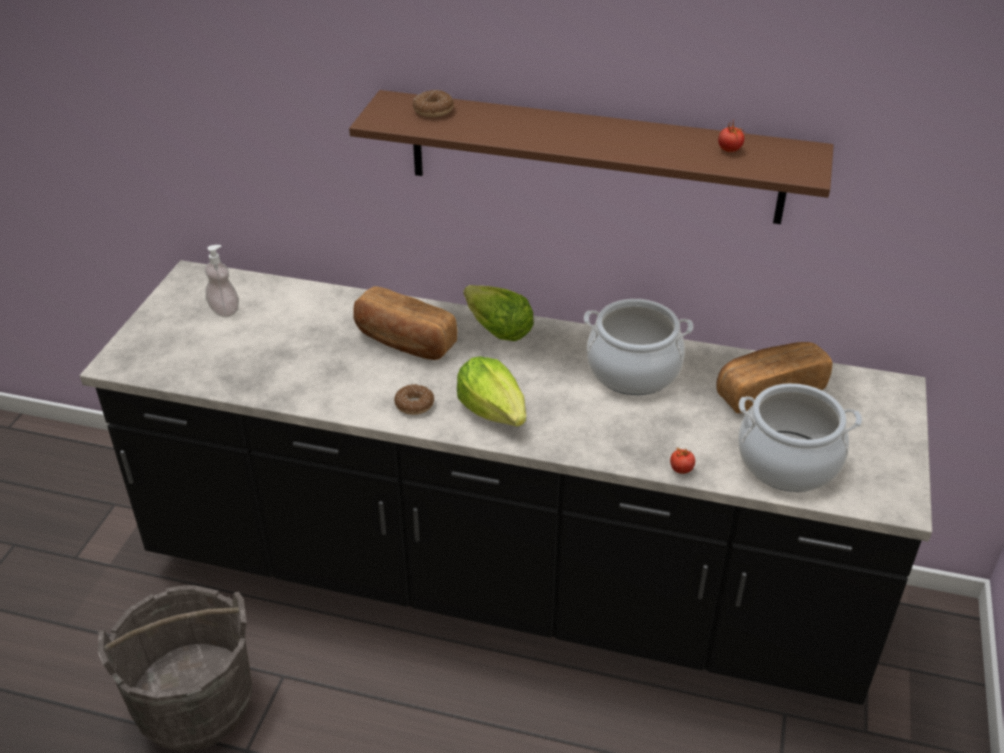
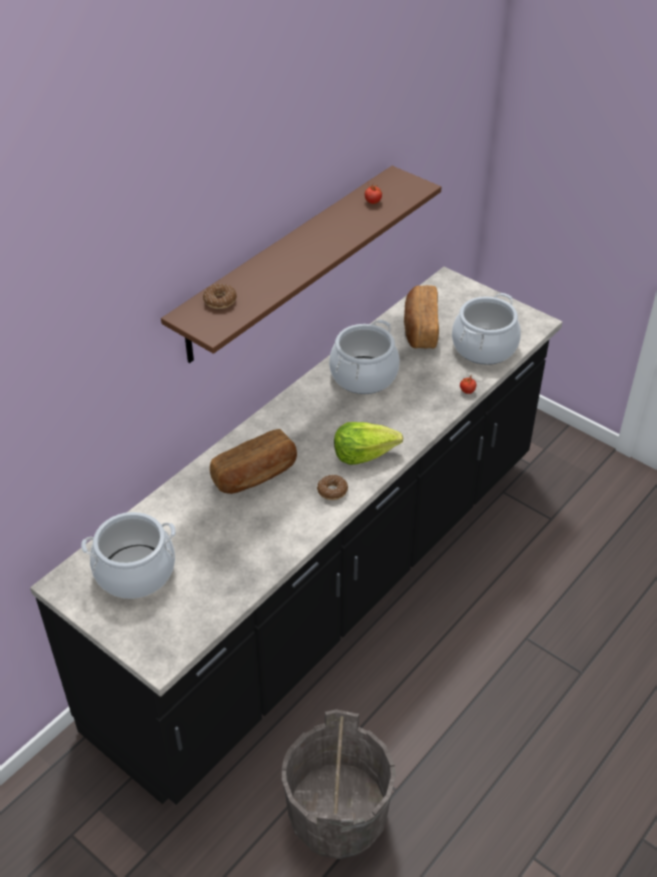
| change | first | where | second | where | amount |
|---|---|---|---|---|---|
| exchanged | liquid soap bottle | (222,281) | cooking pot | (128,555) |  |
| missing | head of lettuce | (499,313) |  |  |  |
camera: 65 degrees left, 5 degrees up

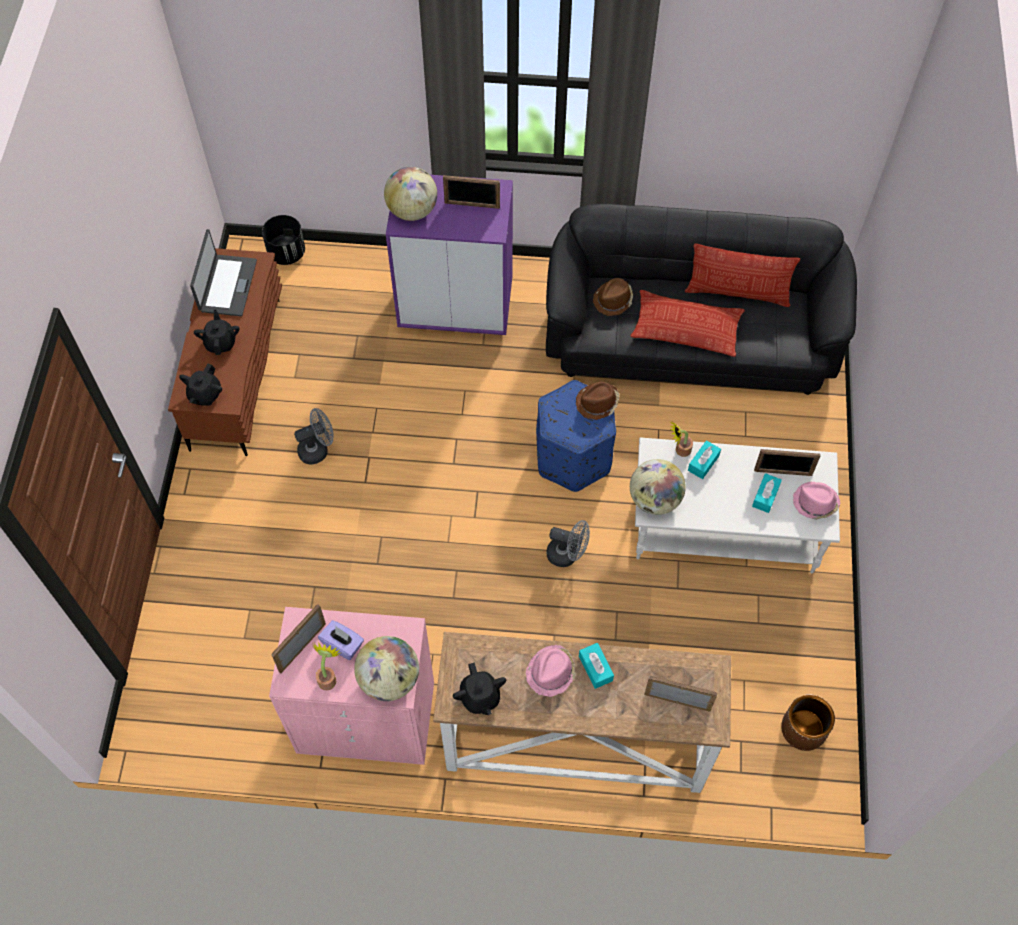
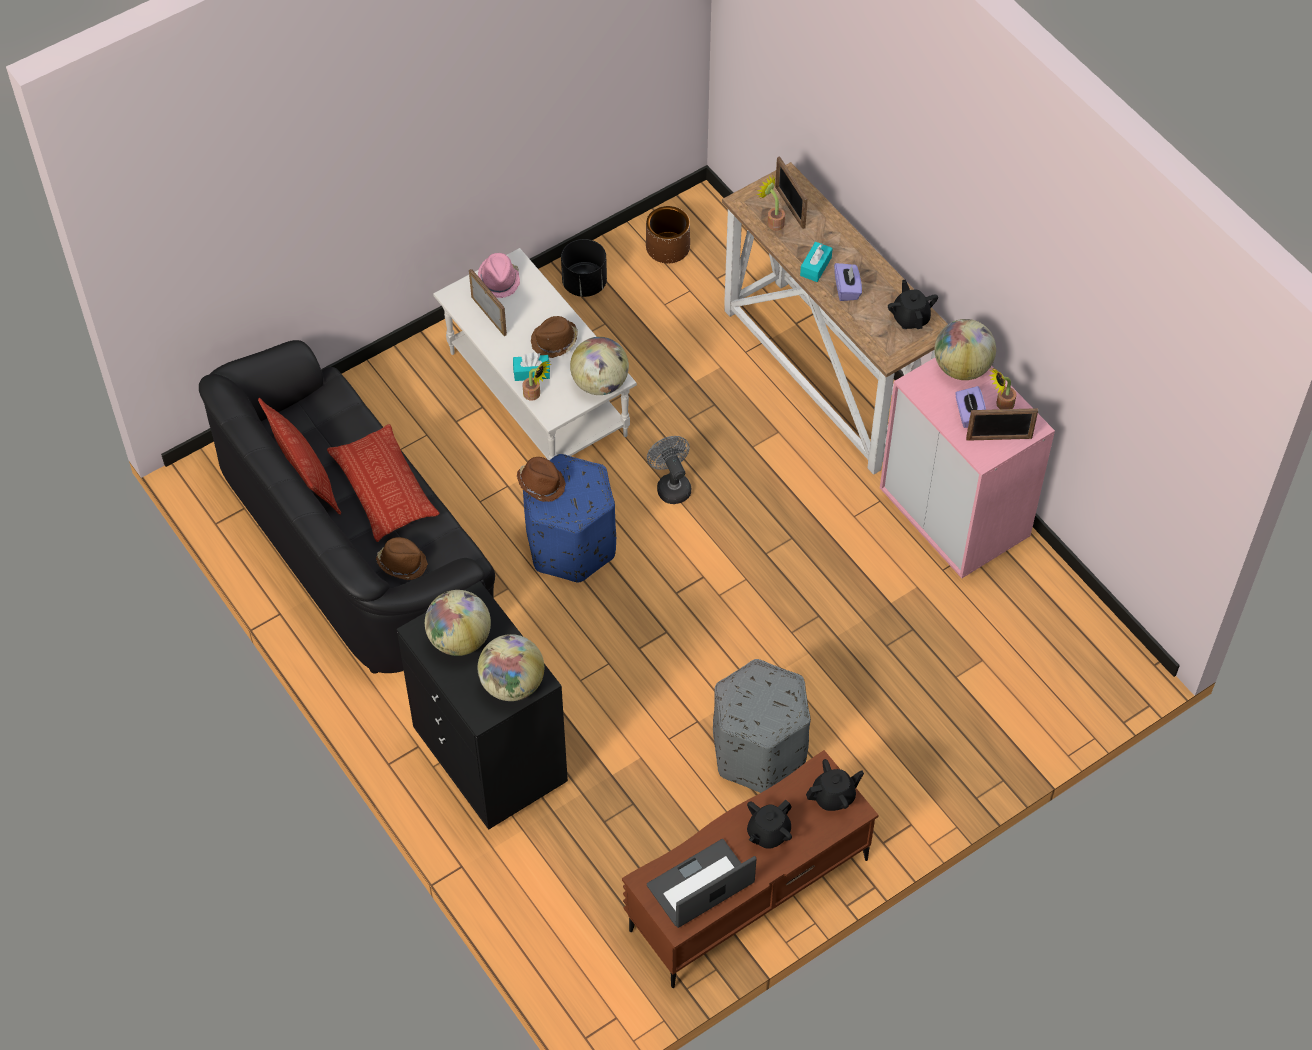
| change | first | where | second | where | amount |
|---|---|---|---|---|---|
| colour | purplish storage cabinet | (449,255) | blackish storage cabinet | (482,705) |  |
| exchanged | photo frame | (471,192) | desk globe | (458,623) |  |
| relocated | blackish flower pot | (283,240) |  | (584,268) |  |
| exchanged | greyish fan | (314,436) | greyish footrest | (762,726) |  |
| missing | blue-green box of tissues | (767,493) |  |  |  |
| exchanged | pink hat | (551,671) | purplish box of tissues | (848,282) |  |
| spun | blackish tea pot | (479,688) |  | (913,304) | 45 degrees counterclockwise |
| appeared |  |  | potted plant | (770,203) |  |
| appeared |  |  | brownish hat | (554,337) |  |
camera: 130 degrees left, 5 degrees down

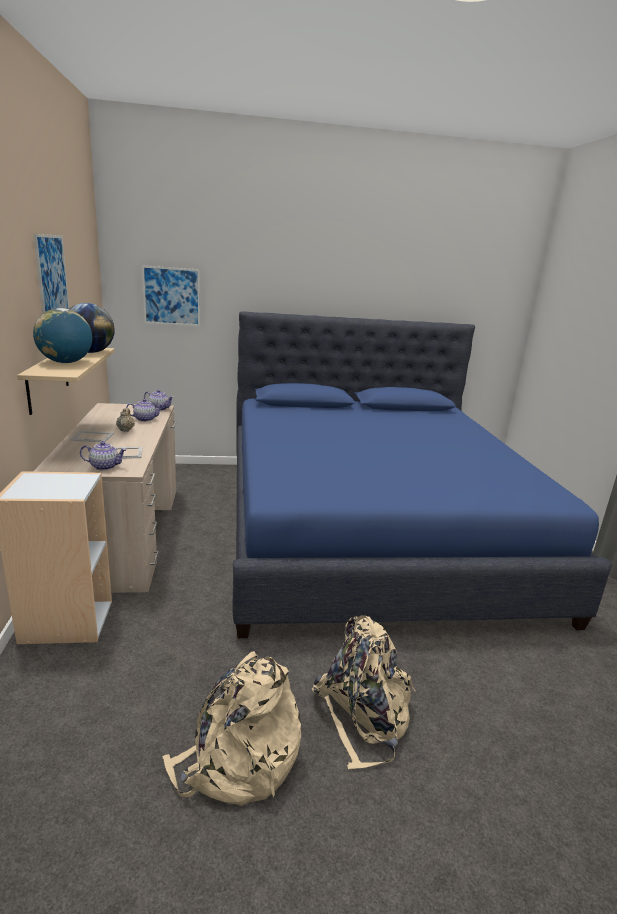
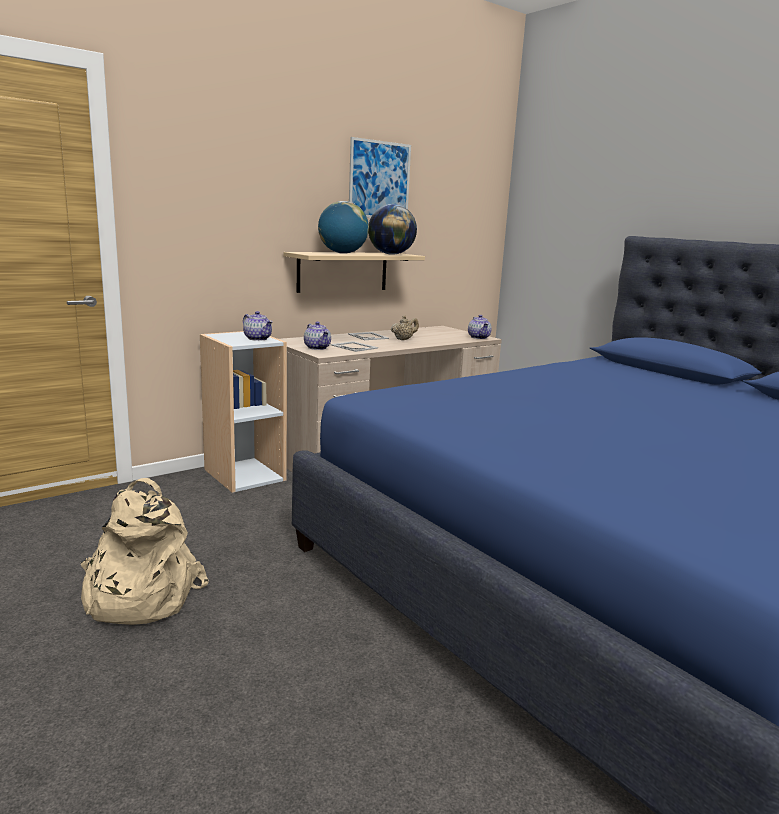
| change | first | where | second | where | amount |
|---|---|---|---|---|---|
| missing | picture | (171,295) |  |  |  |
| relocated | tea pot | (144,410) |  | (258,326) |  |
| missing | beige rucksack | (364,692) |  |  |  |
camera: 60 degrees right, 5 degrees down

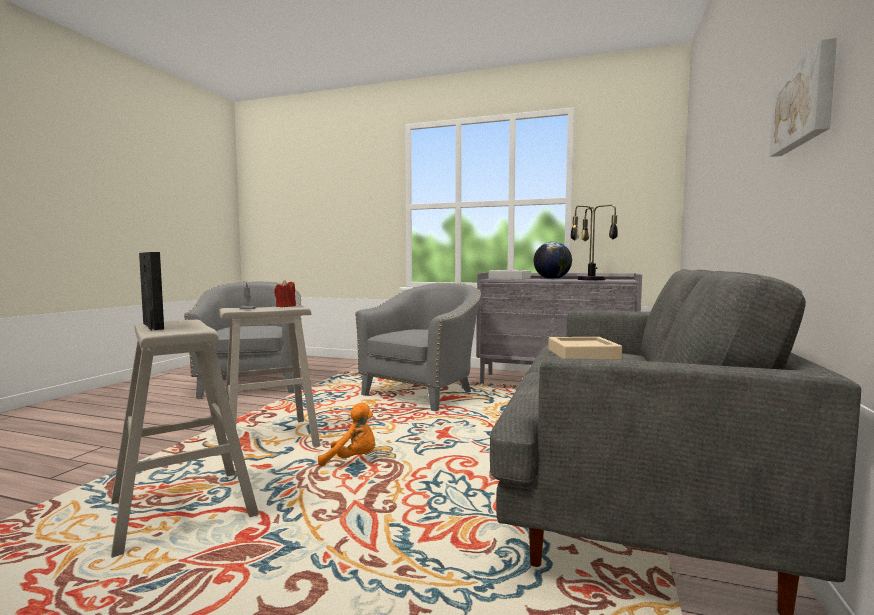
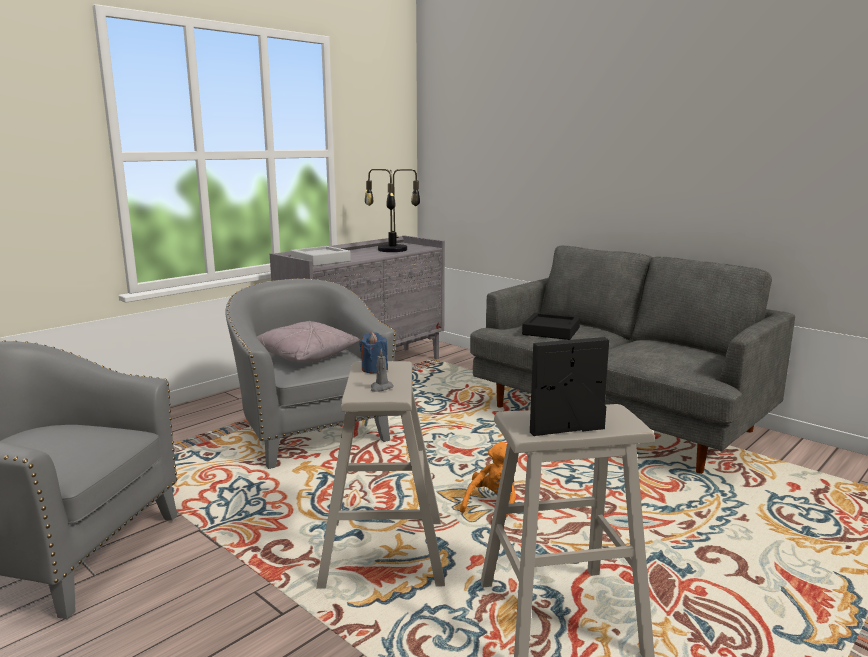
| change | first | where | second | where | amount |
|---|---|---|---|---|---|
| missing | picture | (803,97) |  |  |  |
| missing | desk globe | (553,260) |  |  |  |
| colour | red-coloured candle | (285,293) | blue-coloured candle | (373,353) |  |
| colour | beige serving tray | (585,348) | blackish serving tray | (551,326) |  |
| appeared |  |  | purplish cushion | (308,342) |  |
camera: 65 degrees left, 10 degrees up

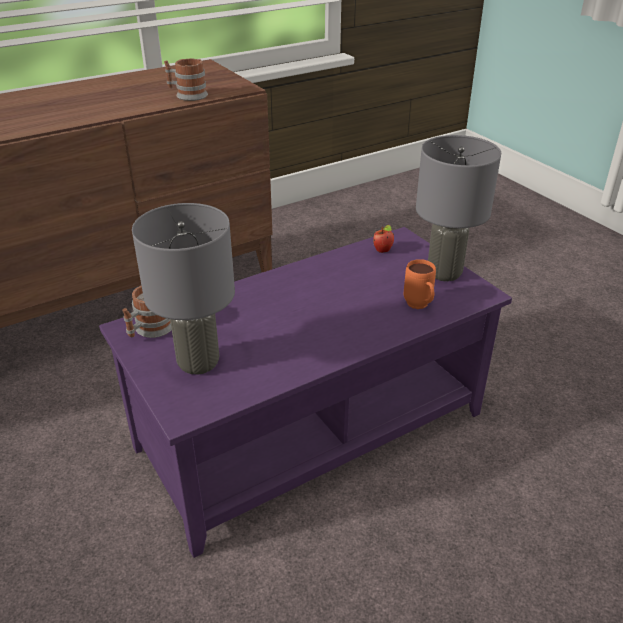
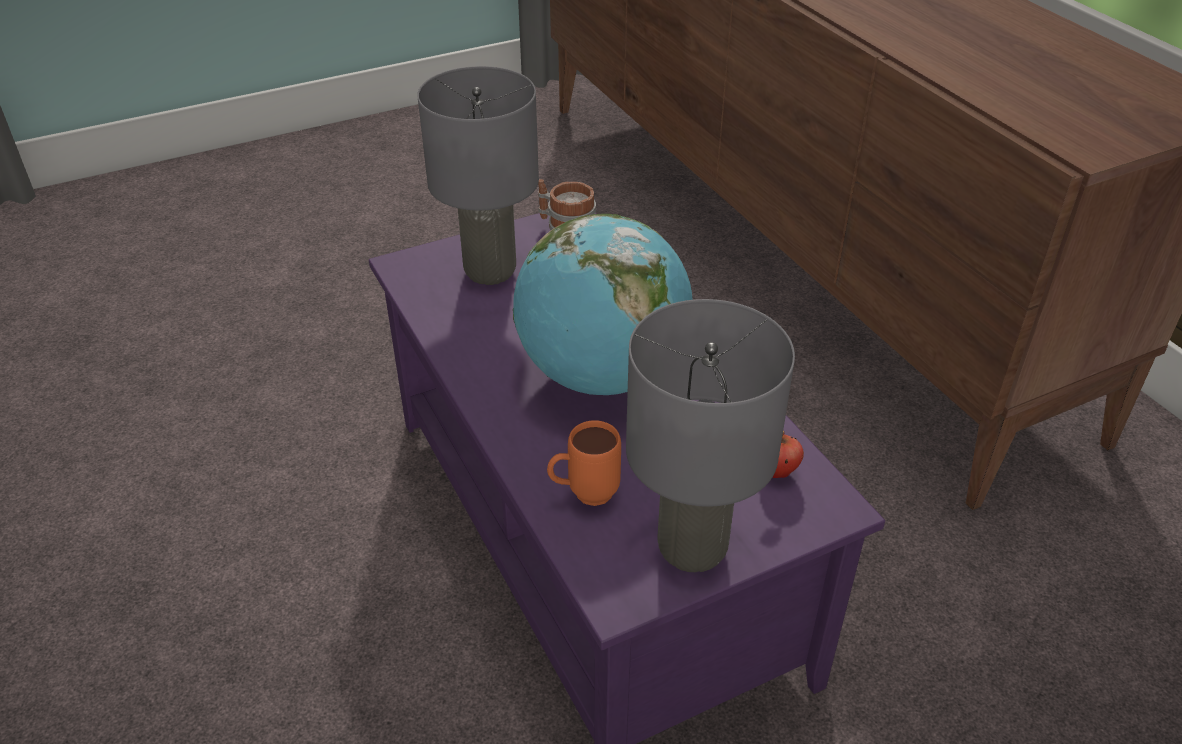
| change | first | where | second | where | amount |
|---|---|---|---|---|---|
| missing | tea mug | (186,79) |  |  |  |
| appeared |  |  | desk globe | (603,304) |  |
camera: 95 degrees right, 5 degrees up

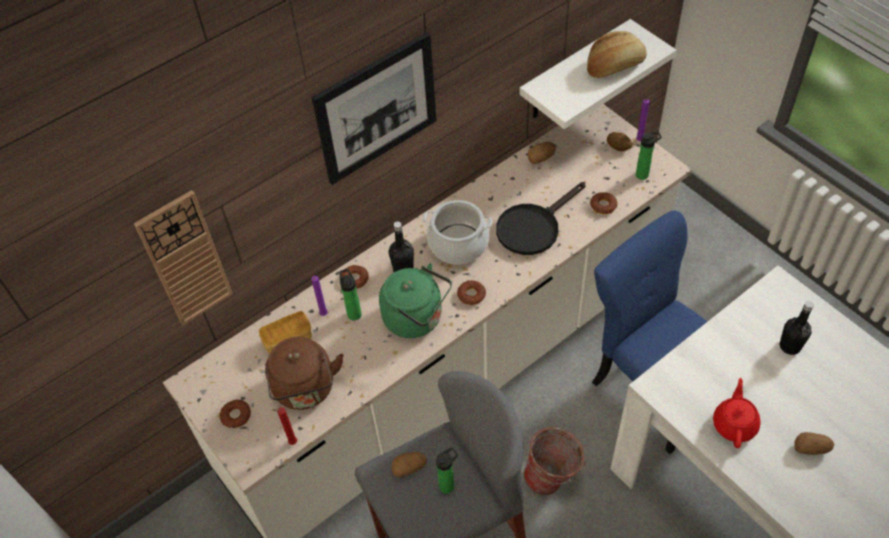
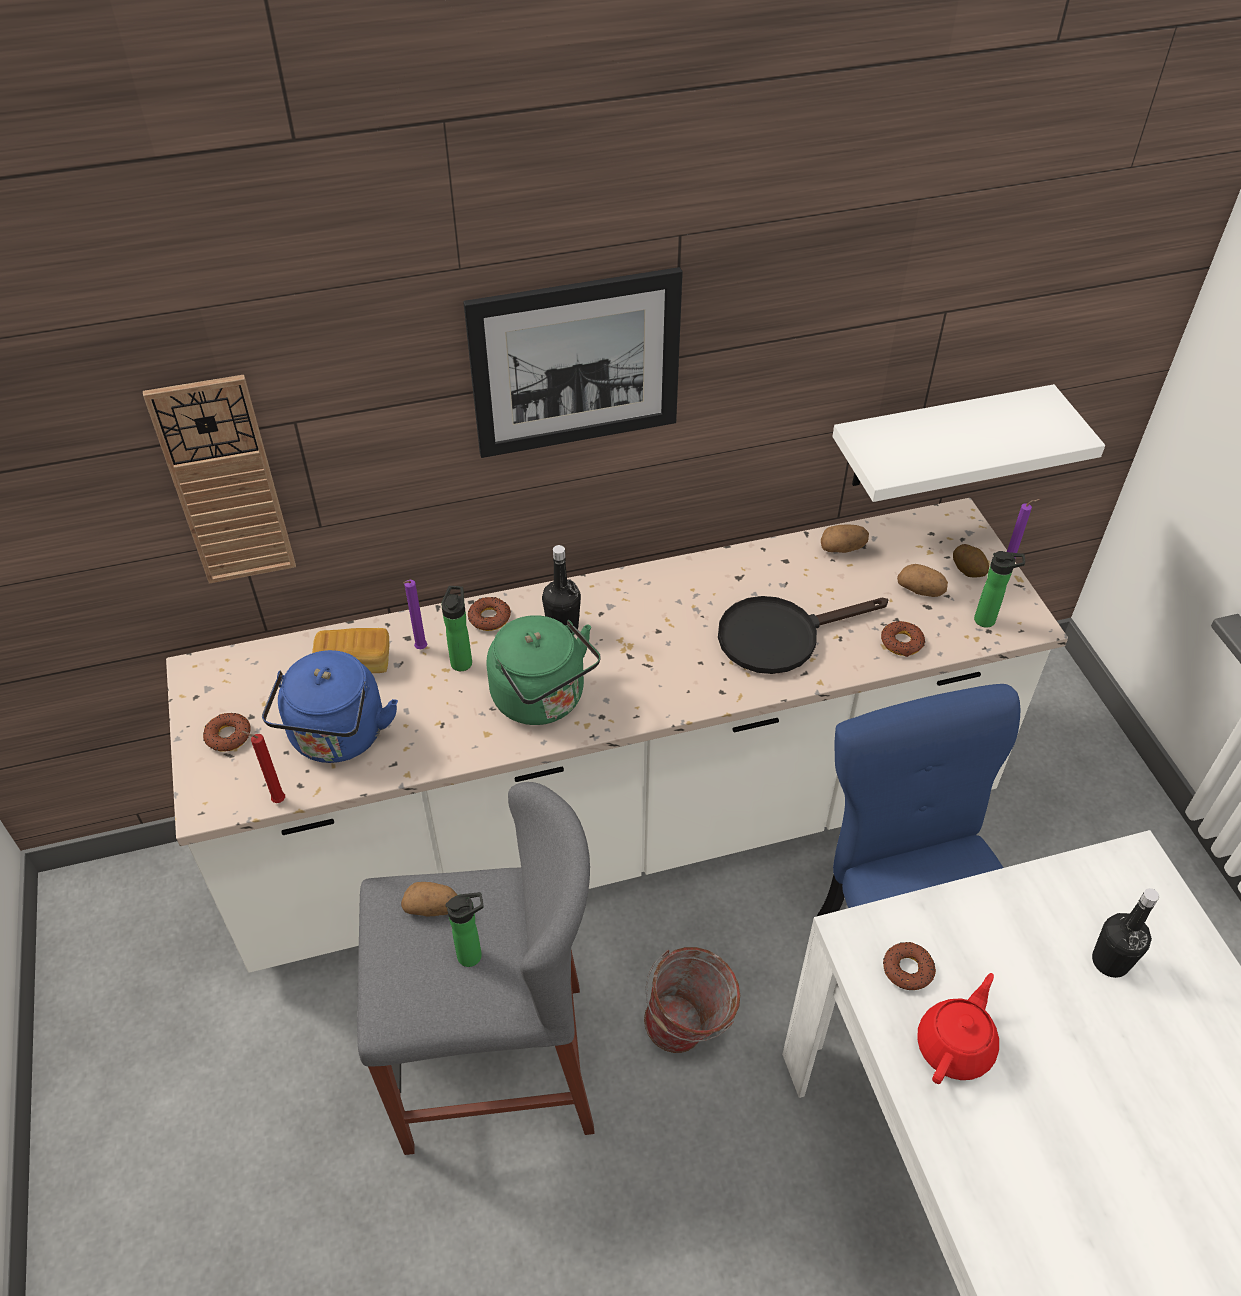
| change | first | where | second | where | amount |
|---|---|---|---|---|---|
| missing | bread | (617,54) |  |  |  |
| missing | cooking pot | (457,232) |  |  |  |
| relocated | ring doughnut | (471,292) |  | (909,966) |  |
| colour | brownish kettle | (304,373) | blue-coloured kettle | (330,706) |  |
| relocated | spud | (814,443) |  | (922,580) |  |
camera: 20 degrees right, 5 degrees down

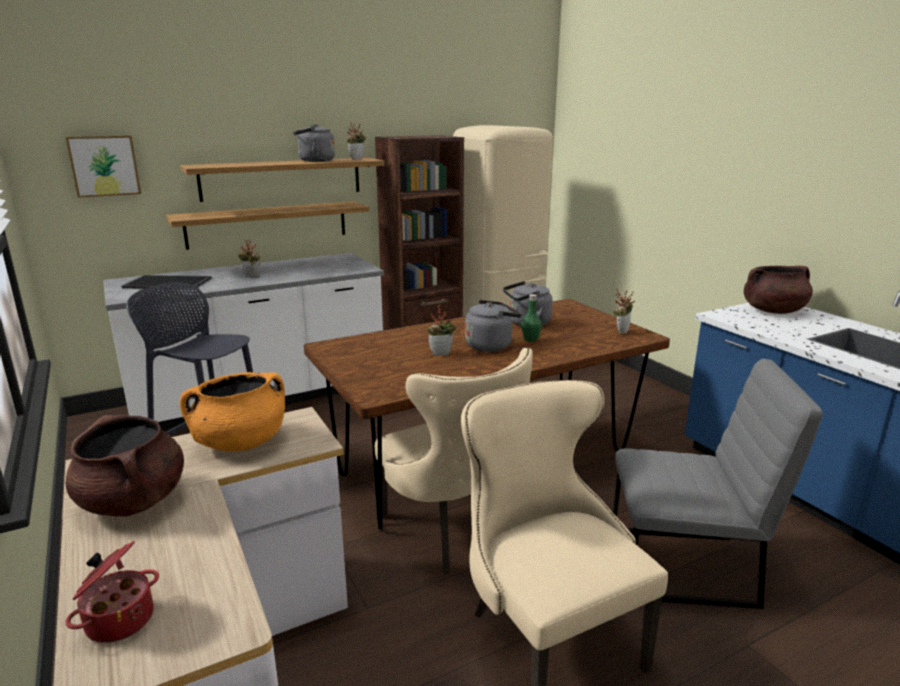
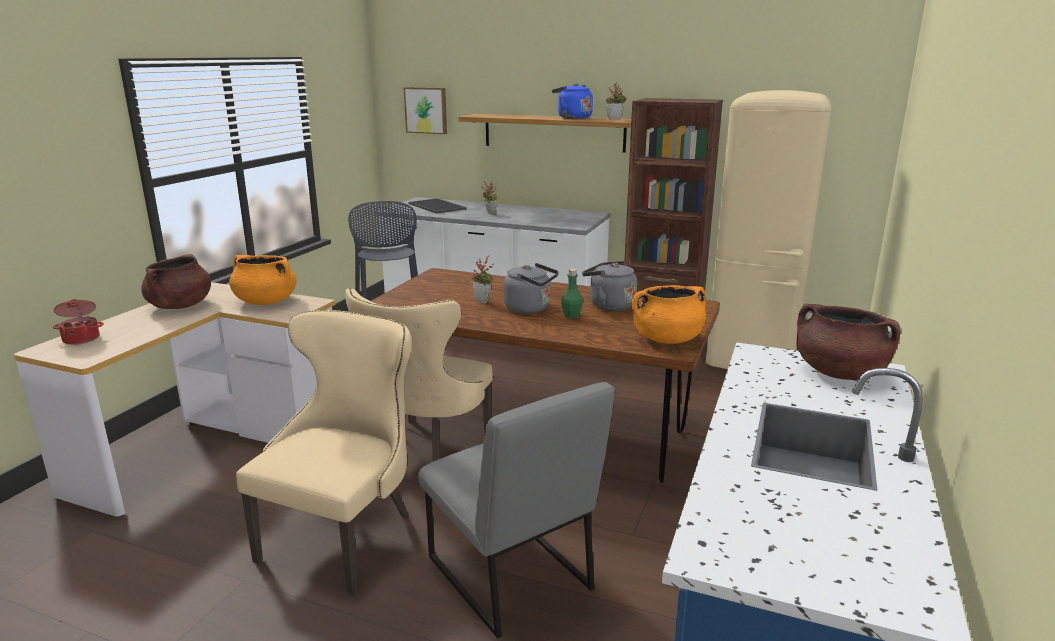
| change | first | where | second | where | amount |
|---|---|---|---|---|---|
| colour | greyish kettle | (314,143) | blue-coloured kettle | (572,101) |  |
| missing | bracket shelf | (267,225) |  |  |  |
| exchanged | potted plant | (623,311) | orange cooking pot | (669,314) |  |
camera: 50 degrees right, 0 degrees up

